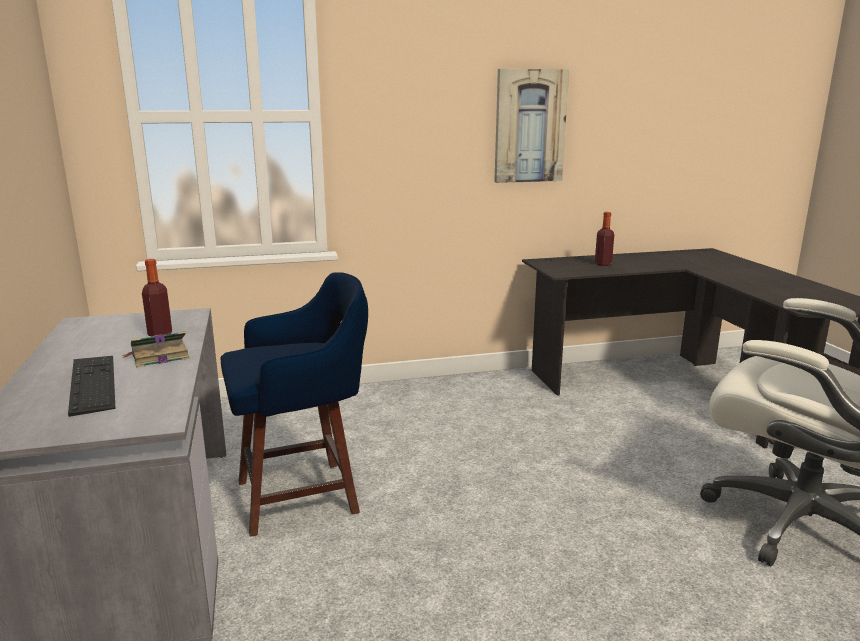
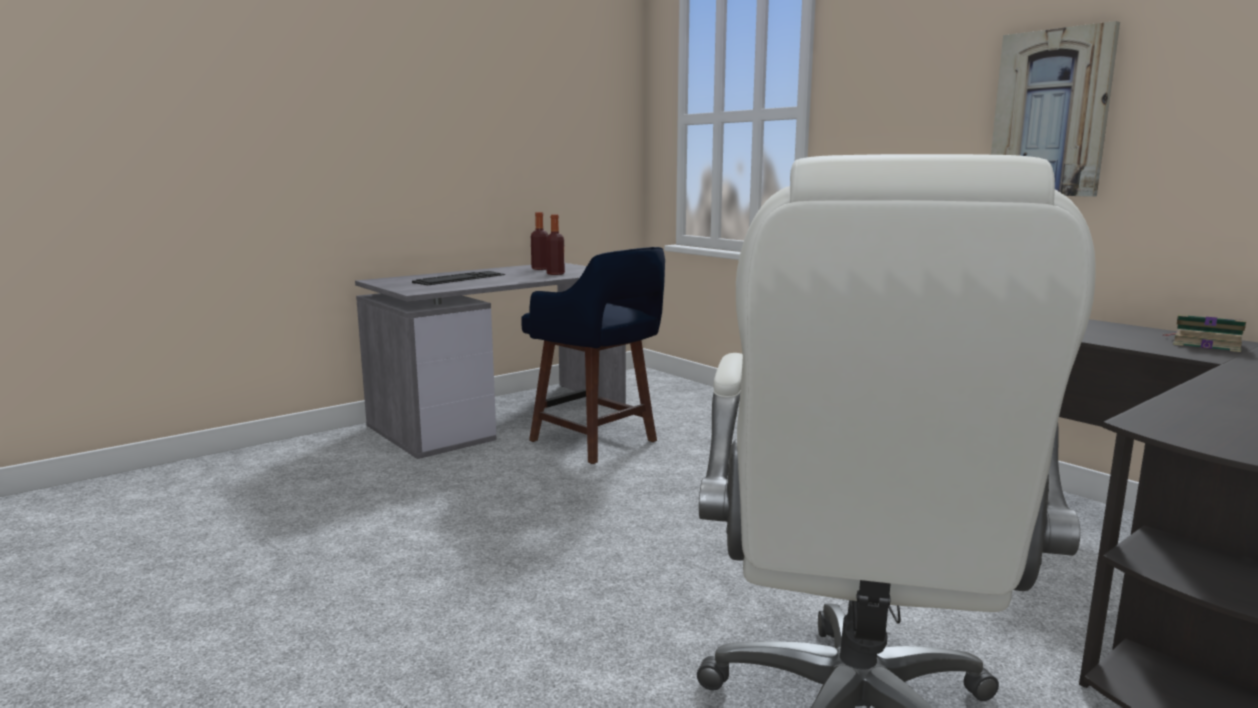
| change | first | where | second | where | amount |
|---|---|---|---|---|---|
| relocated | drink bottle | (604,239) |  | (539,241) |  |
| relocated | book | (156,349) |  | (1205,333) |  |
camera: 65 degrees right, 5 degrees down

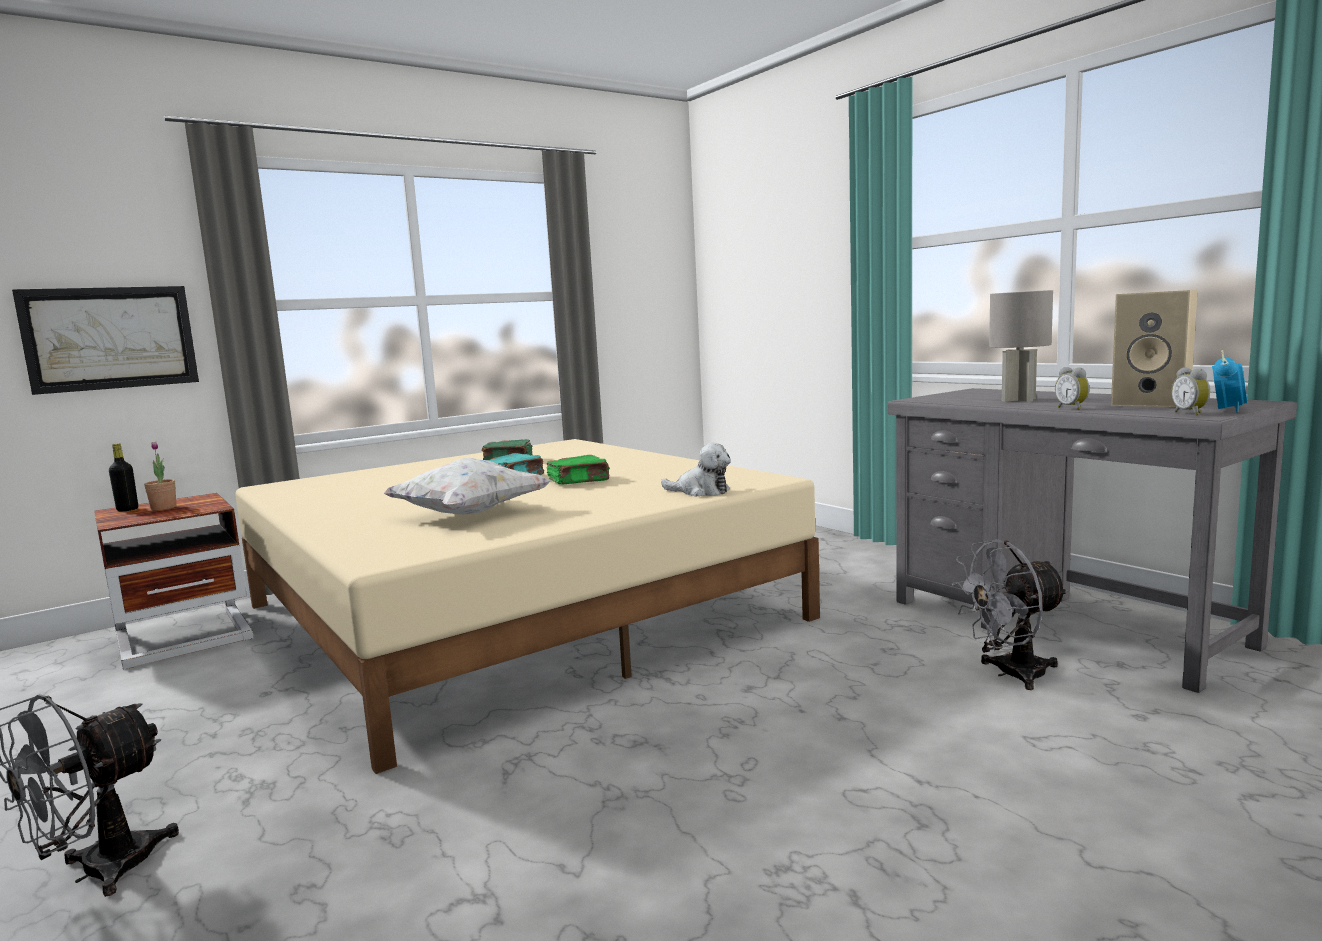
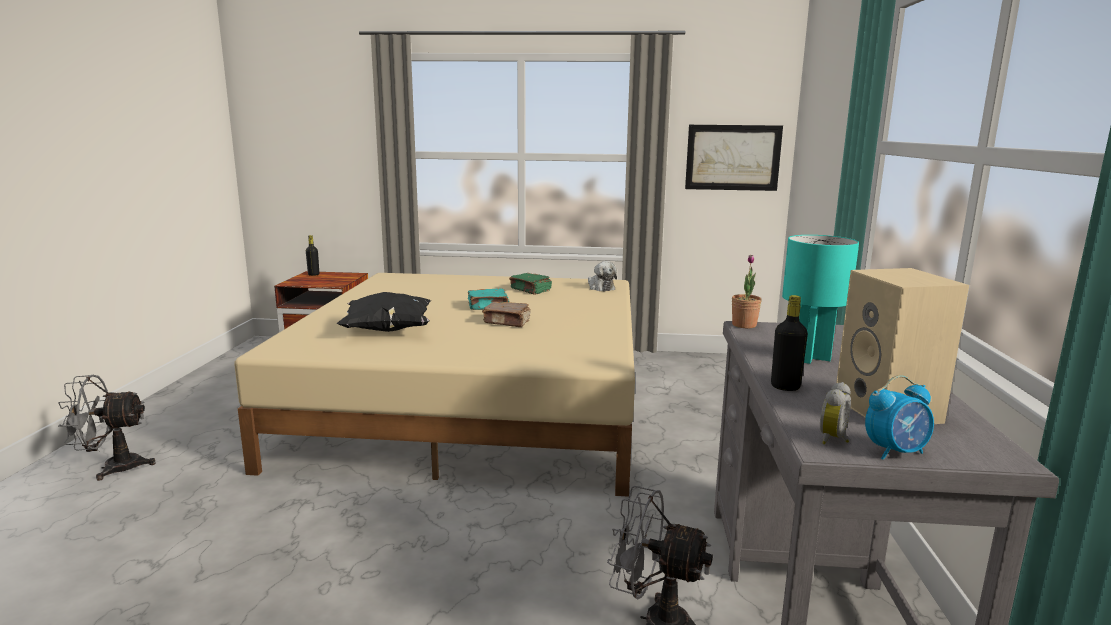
| change | first | where | second | where | amount |
|---|---|---|---|---|---|
| relocated | picture | (105,340) |  | (734,158) |  |
| colour | greyish tabletop lamp | (1021,346) | blue-green tabletop lamp | (820,299) |  |
| exchanged | alarm clock | (1072,388) | blackish drink bottle | (789,343) |  |
| relocated | potted plant | (160,476) |  | (746,291) |  |
| relocated | cuddly toy | (696,470) |  | (602,276) |  |
| colour | green book | (578,470) | brownish book | (506,314) |  |
| colour | white cushion | (466,486) | blackish cushion | (384,312) |  |
camera: 40 degrees right, 5 degrees up

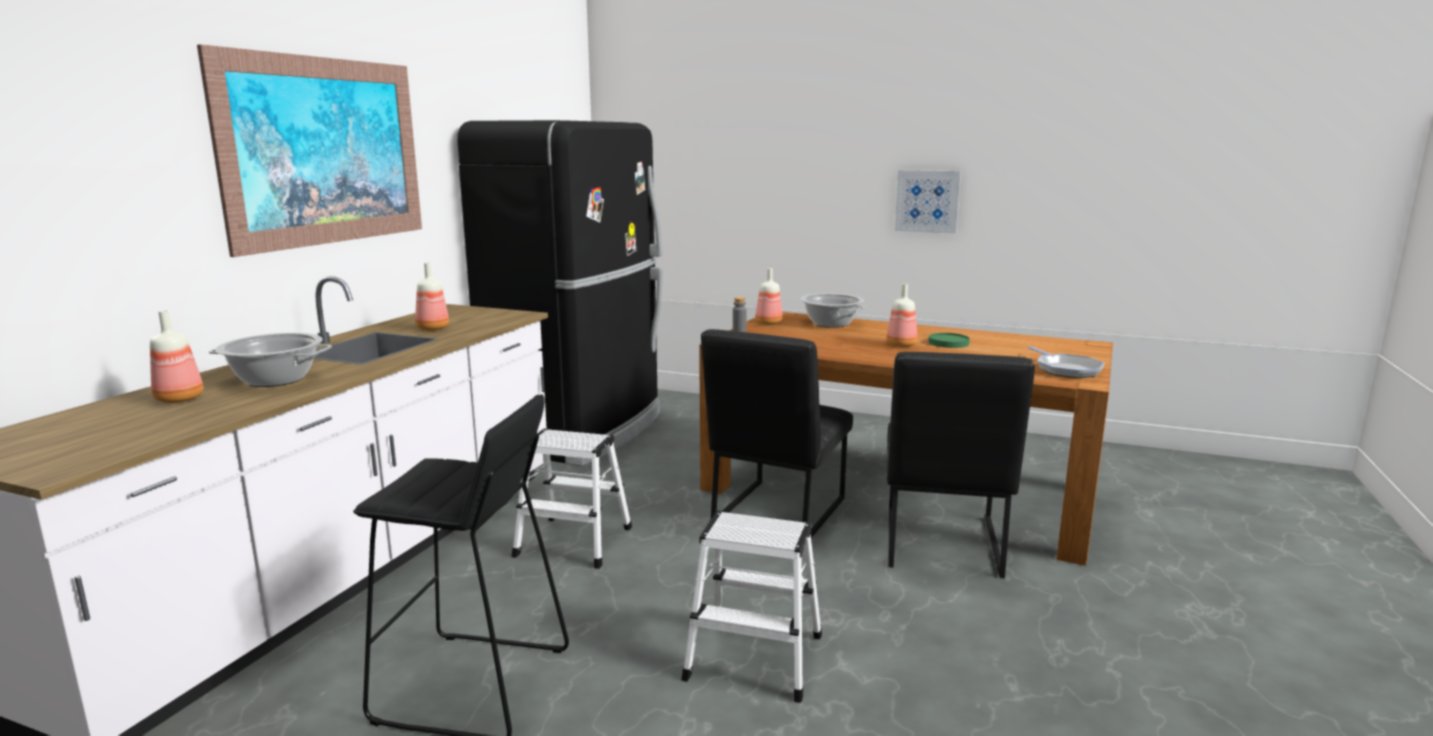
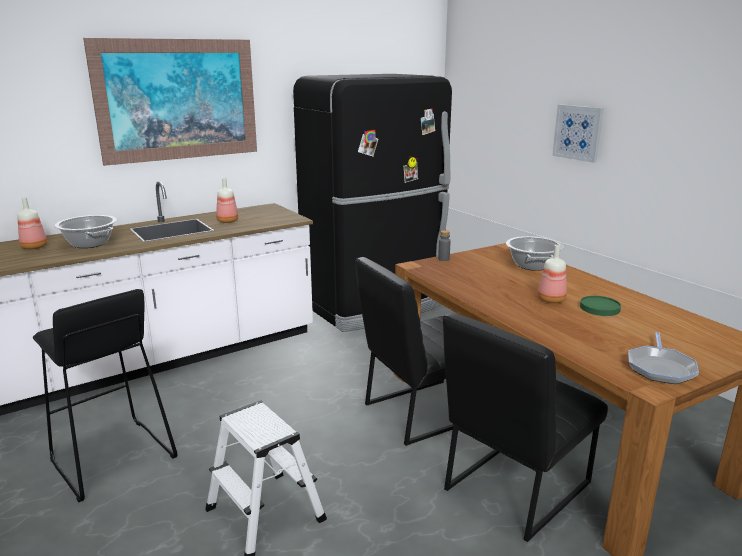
| change | first | where | second | where | amount |
|---|---|---|---|---|---|
| relocated | picture | (928,202) |  | (578,133) |  |
| missing | drink bottle | (768,296) |  |  |  |
| missing | white step ladder | (571,499) |  |  |  |
camera: 35 degrees right, 5 degrees up

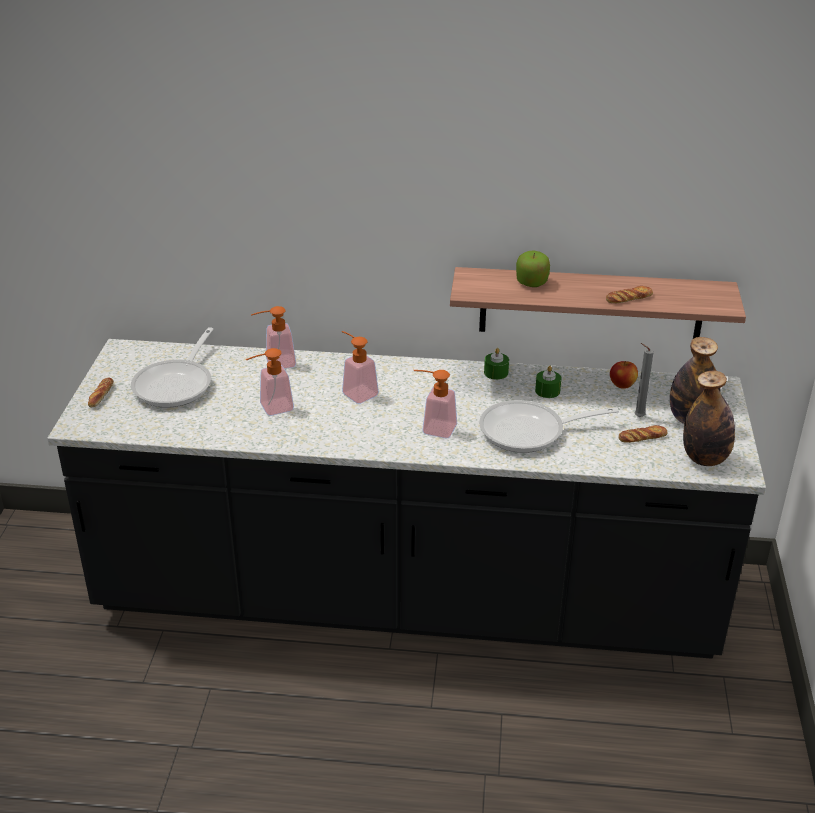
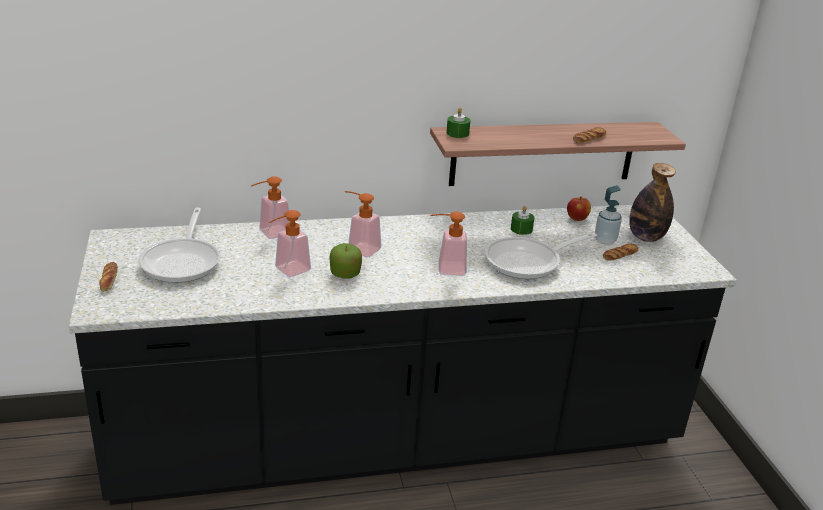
| change | first | where | second | where | amount |
|---|---|---|---|---|---|
| relocated | apple | (533,269) |  | (346,261) |  |
| exchanged | greyish candle | (644,380) | liquid soap bottle | (608,215) |  |
| relocated | green candle | (496,364) |  | (458,123) |  |
| missing | drink bottle | (709,418) |  |  |  |
camera: 20 degrees left, 5 degrees down

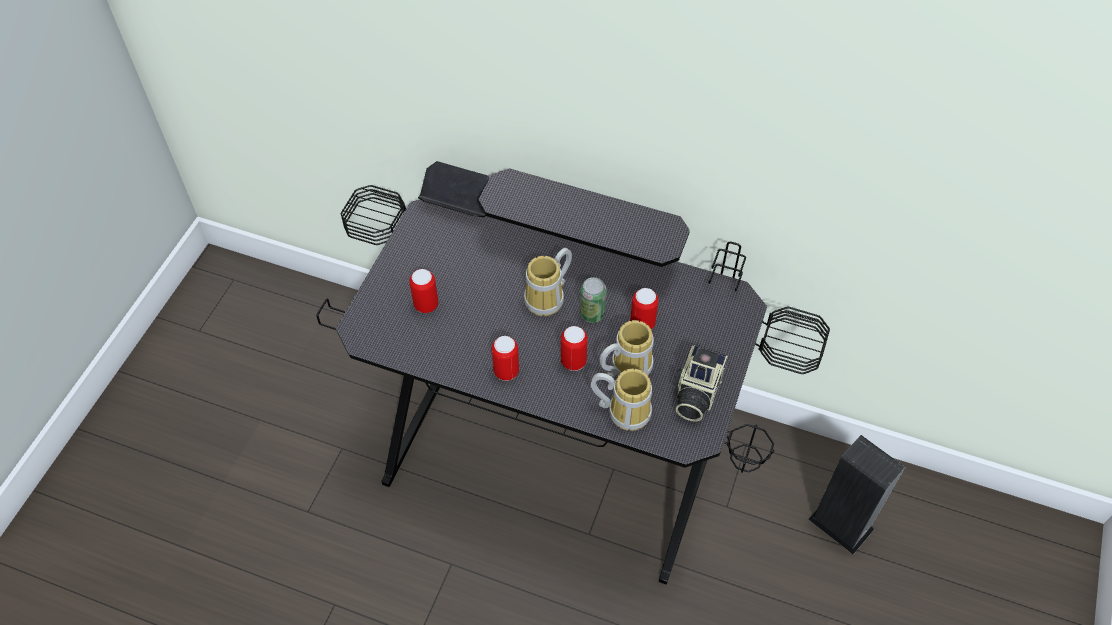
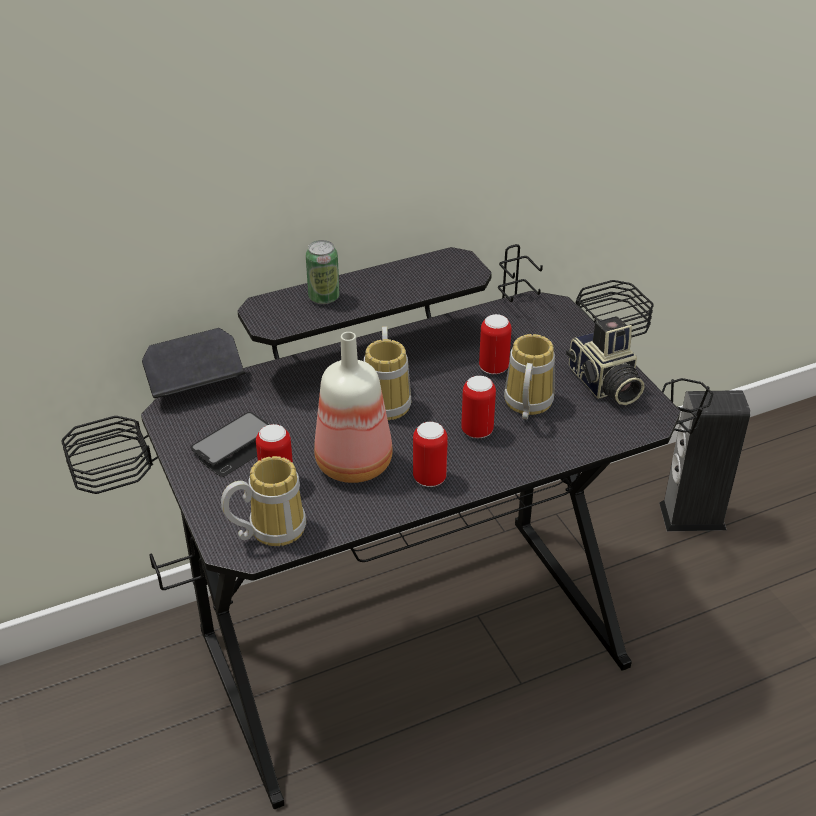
| change | first | where | second | where | amount |
|---|---|---|---|---|---|
| relocated | sealed can | (593,300) |  | (323,272) |  |
| relocated | tea mug | (621,400) |  | (263,501) |  |
| appeared |  |  | drink bottle | (353,407) |  |
| appeared |  |  | phone | (230,444) |  |
camera: 45 degrees left, 15 degrees down

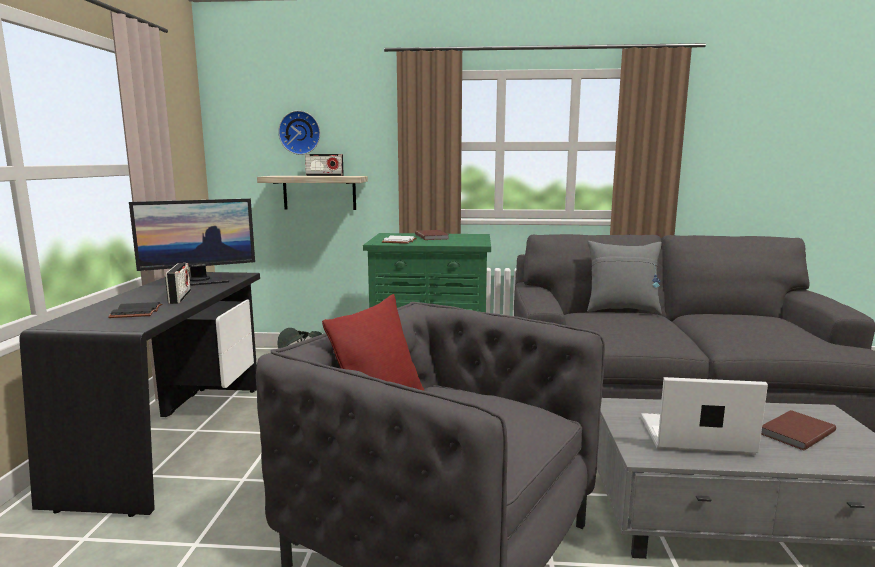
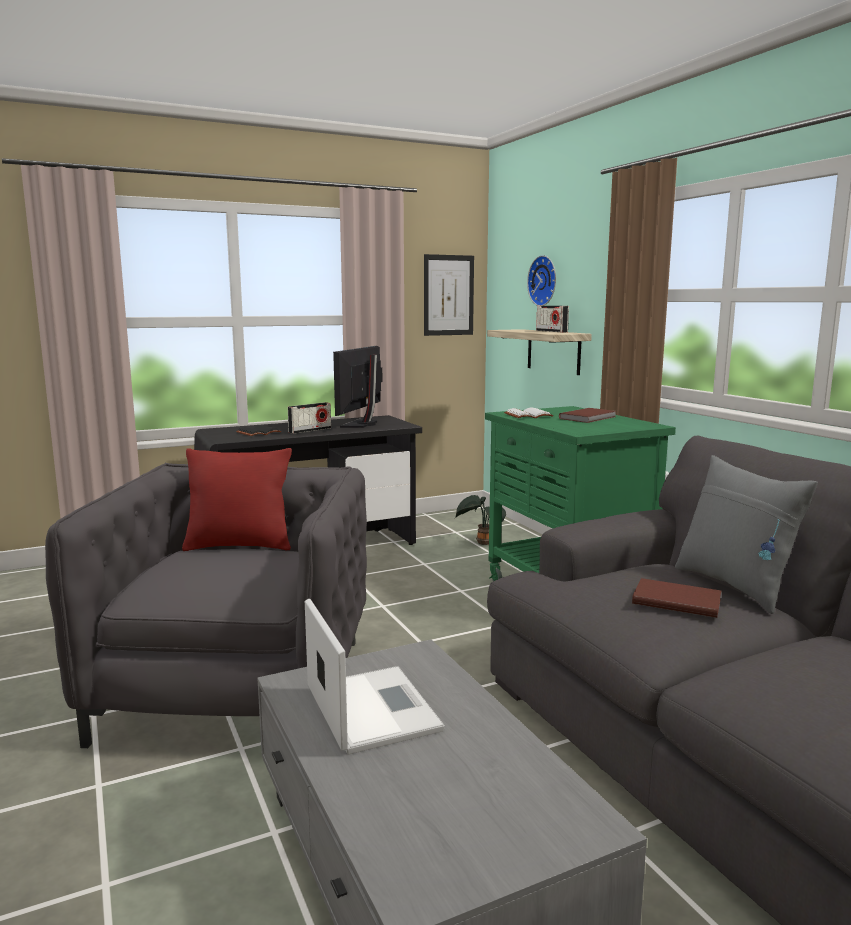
| change | first | where | second | where | amount |
|---|---|---|---|---|---|
| spun | monitor | (192,242) |  | (357,387) | 75 degrees clockwise |
| relocated | brownish book | (798,430) |  | (676,598) |  |
| appeared |  |  | picture | (449,295) |  |
camera: 60 degrees right, 0 degrees up

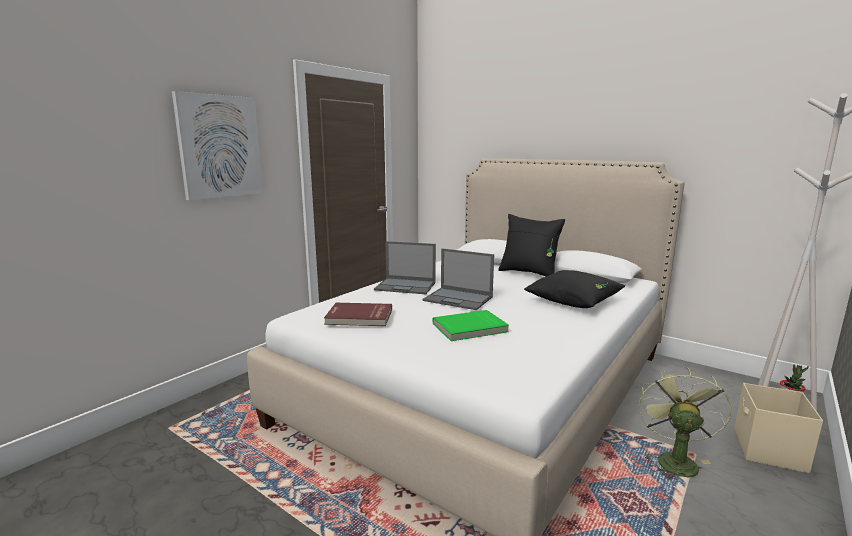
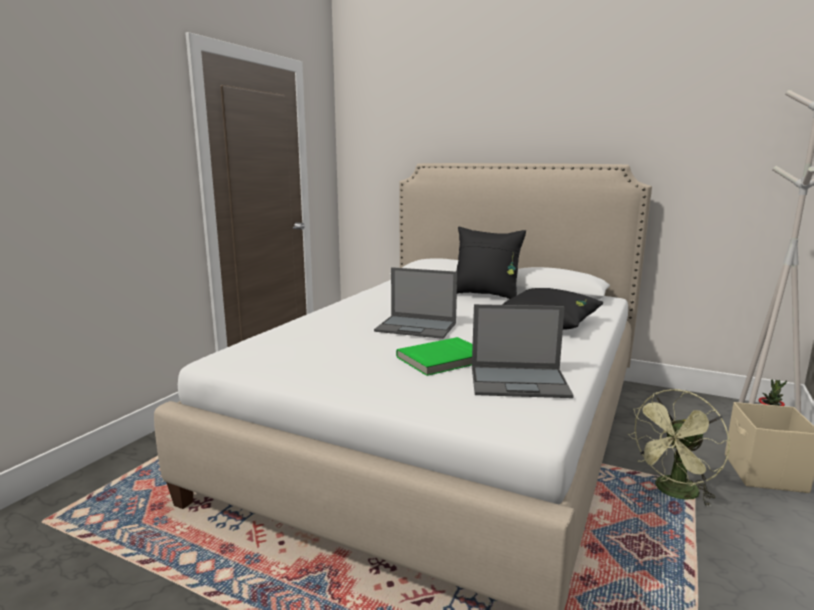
| change | first | where | second | where | amount |
|---|---|---|---|---|---|
| missing | picture | (217,145) |  |  |  |
| relocated | portable computer | (405,267) |  | (523,351) |  |
| missing | red-coloured book | (358,314) |  |  |  |
| spun | green fan | (685,422) |  | (679,448) | 135 degrees counterclockwise |
camera: 10 degrees left, 0 degrees up

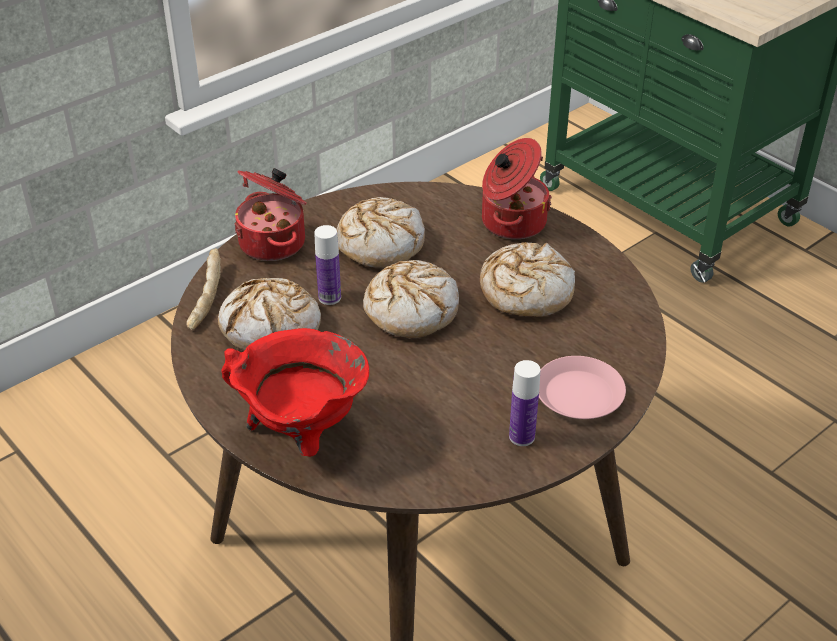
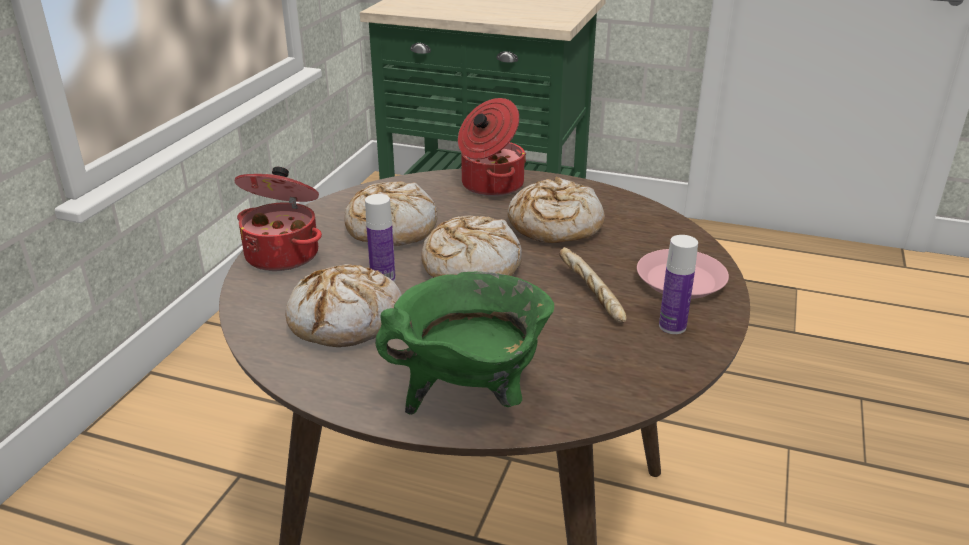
| change | first | where | second | where | amount |
|---|---|---|---|---|---|
| relocated | bread | (203,289) |  | (593,285) |  |
| colour | red-coloured cooking pot | (295,392) | green cooking pot | (464,343) |  |
camera: 30 degrees left, 10 degrees down

